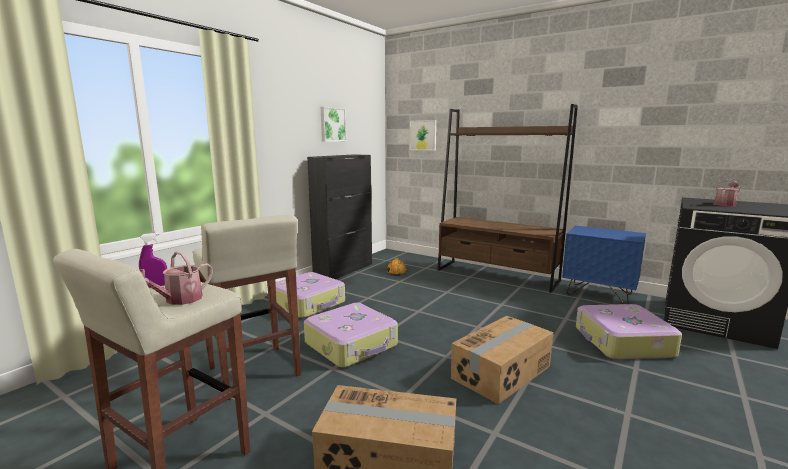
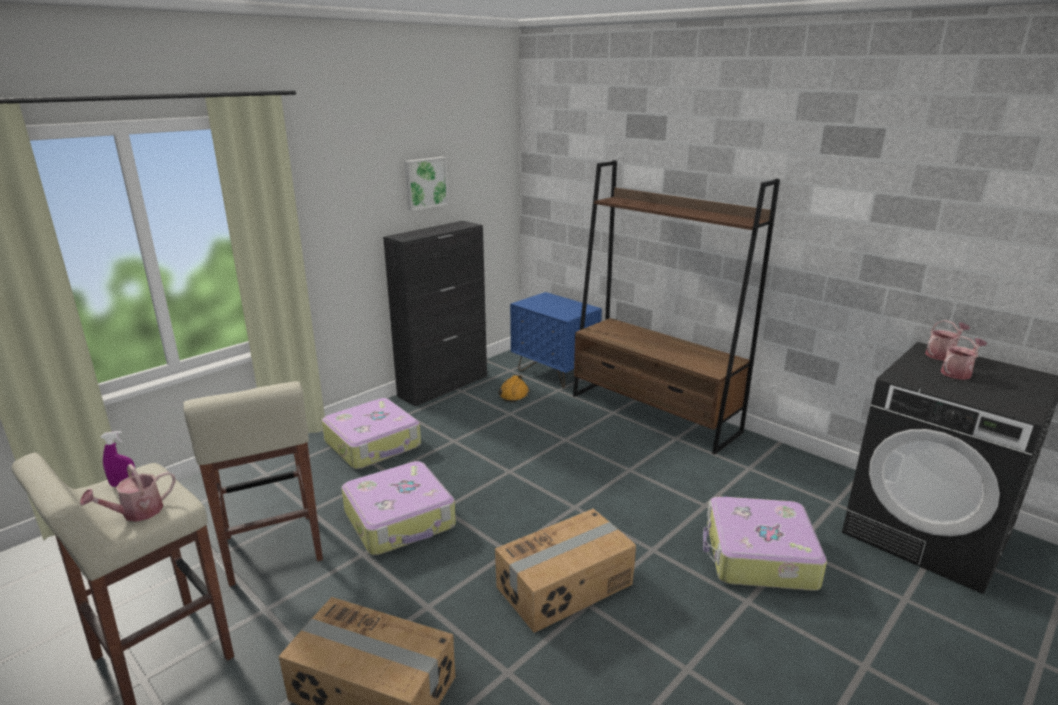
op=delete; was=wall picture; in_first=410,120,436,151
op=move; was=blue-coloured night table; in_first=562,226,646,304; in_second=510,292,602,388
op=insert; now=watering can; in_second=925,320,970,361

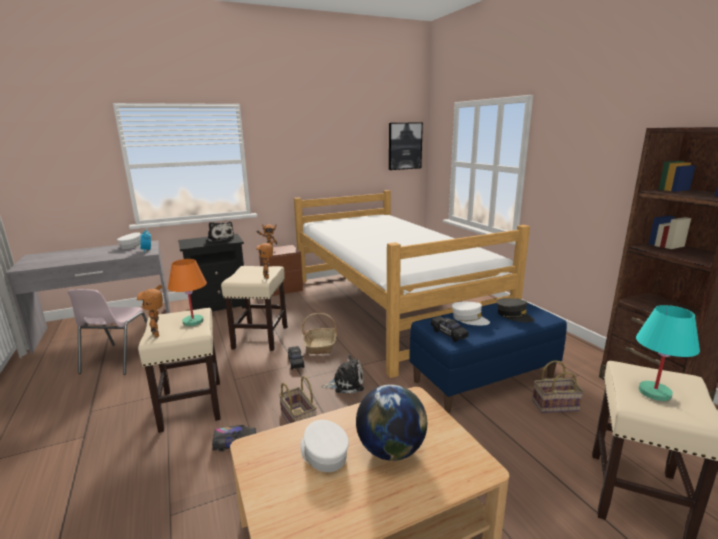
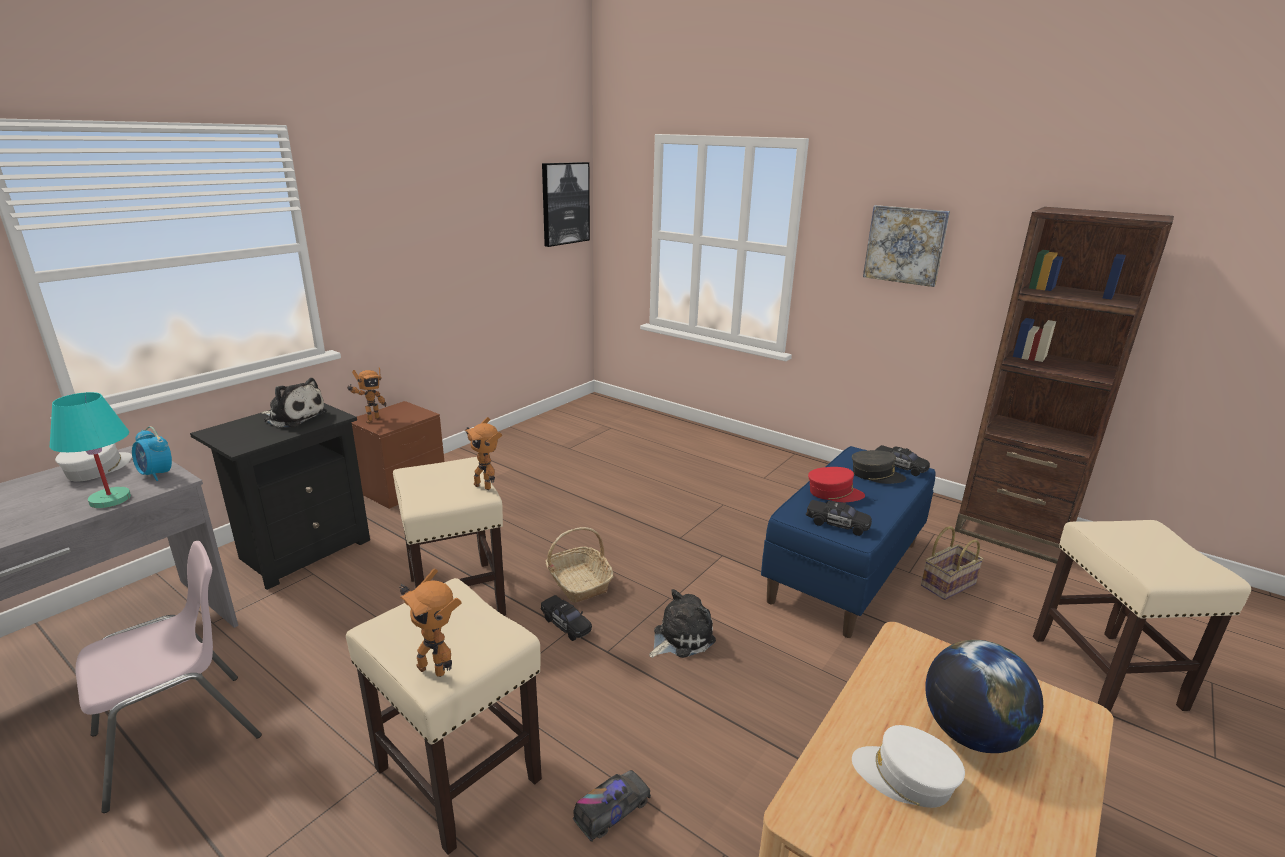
op=rotate; was=pink plain chair; in_first=68,289,147,375; in_second=76,541,262,813; clockwise=-105
op=delete; was=orangey lamp for a table; in_first=168,259,207,326
op=delete; was=basket; in_first=279,376,317,424
op=delete; was=bedroom bed; in_first=294,190,530,378
op=recolor; was=white cap; now=red-coloured cap; in_first=452,302,490,325; in_second=808,467,865,502
op=move; was=turquoise lamp for a table; in_first=636,305,700,401; in_second=50,392,131,508
op=insert; now=wall picture; in_second=863,205,950,287
op=insert; now=black-coloured miniature car; in_second=875,445,930,476

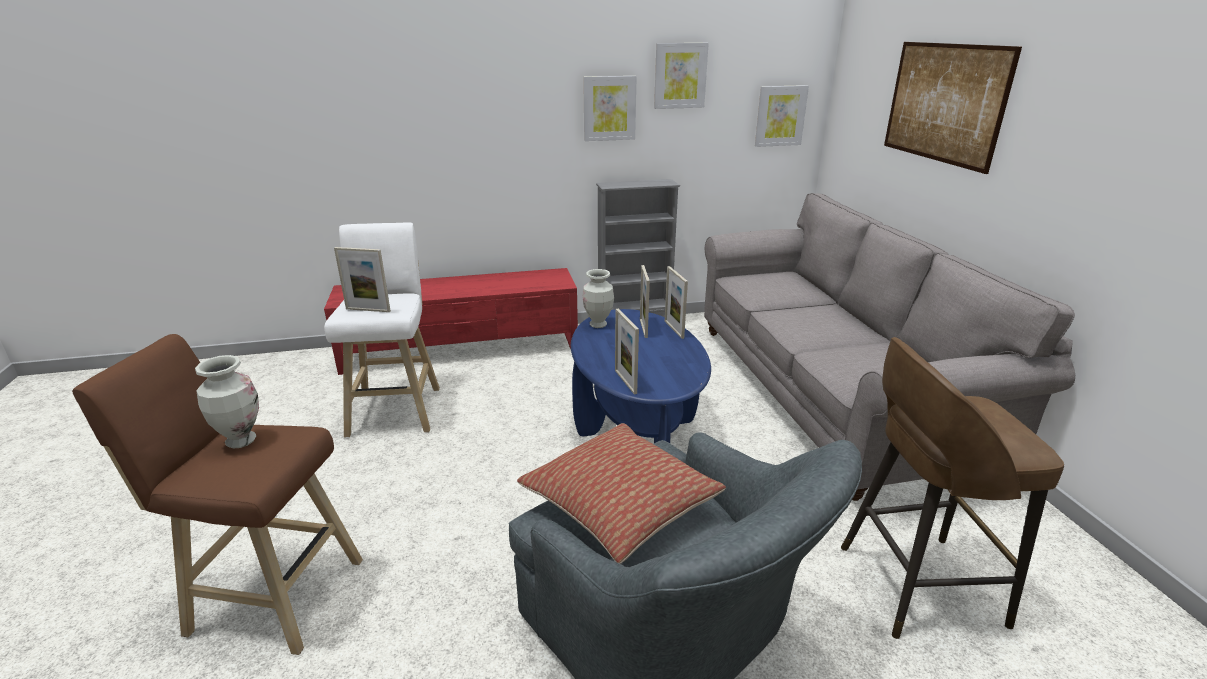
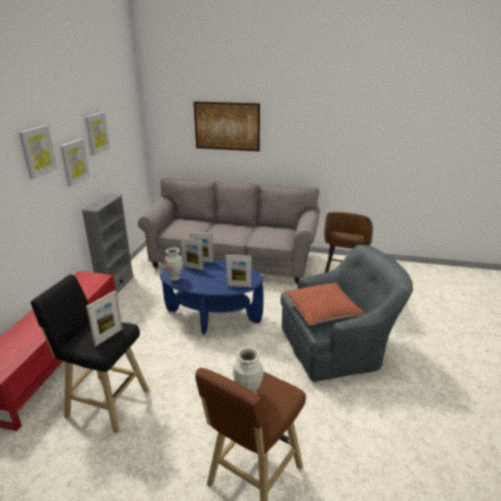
op=recolor; was=white stool seat; now=black-coloured stool seat; in_first=324,223,440,437; in_second=31,275,149,434
op=move; was=wall picture; in_first=755,85,809,147; in_second=19,125,57,179

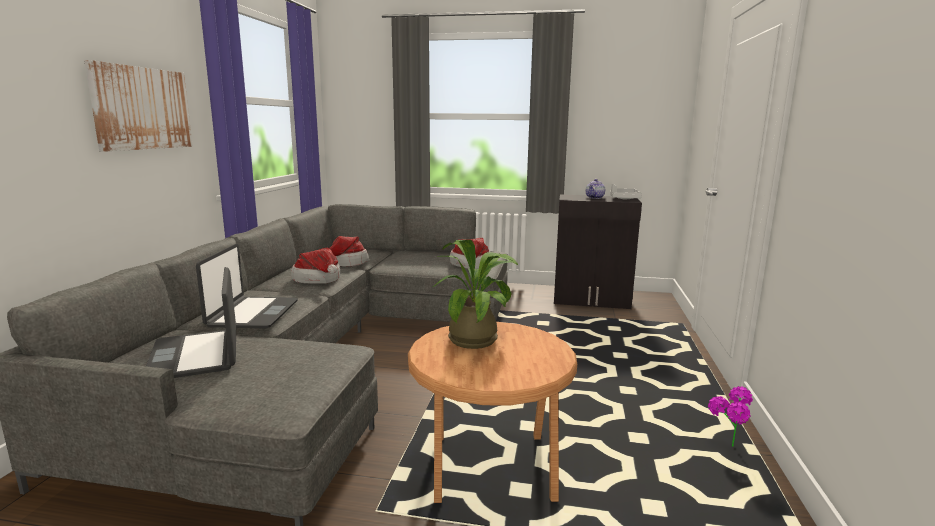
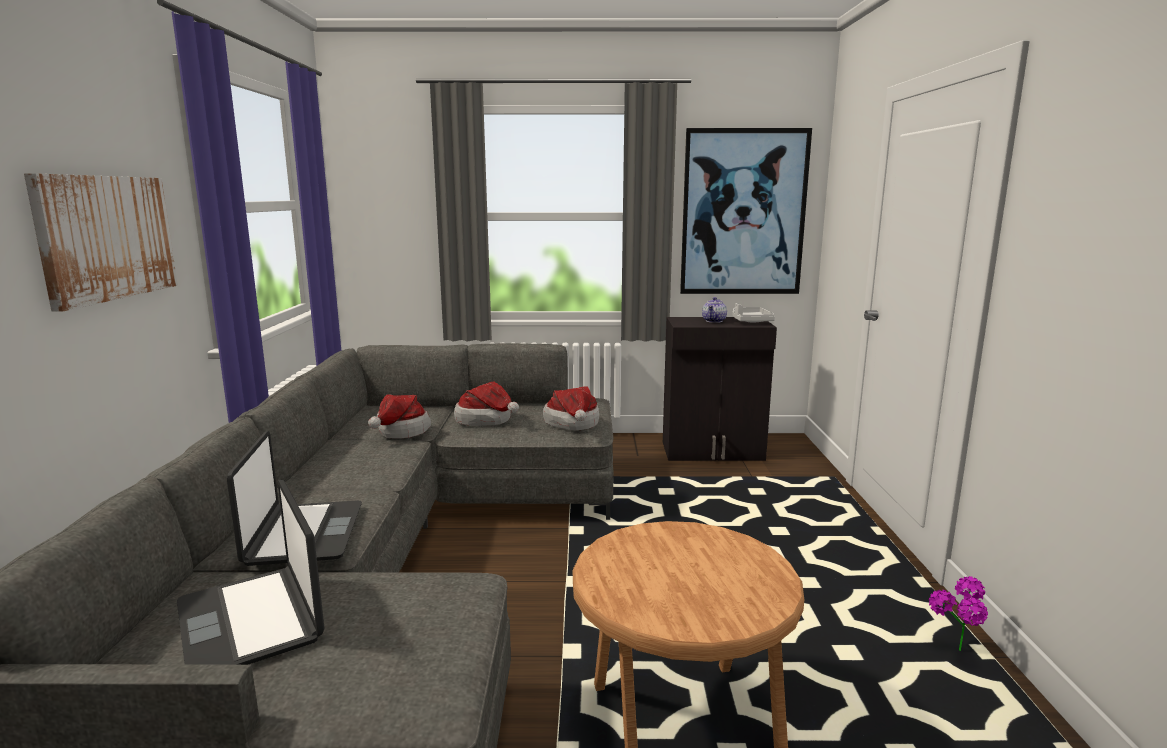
op=move; was=hat; in_first=291,248,340,284; in_second=454,381,519,426
op=delete; was=plant in a pot; in_first=433,240,518,349
op=insert; now=wall picture; in_second=680,128,812,294

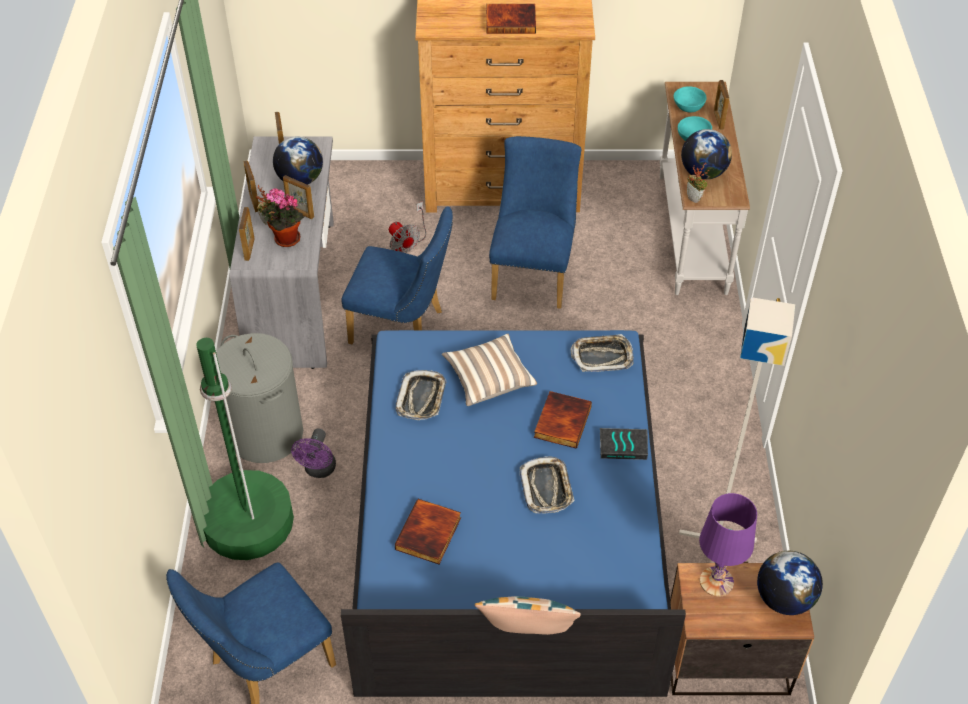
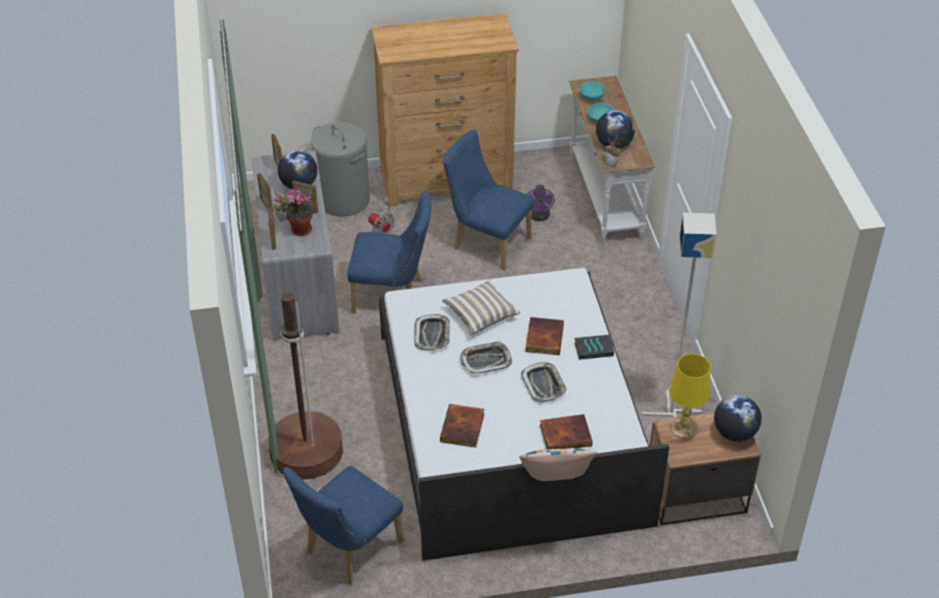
op=recolor; was=green-coloured standing lamp; now=brown standing lamp; in_first=196,338,294,560; in_second=268,292,343,480
op=move; was=gray hamper; in_first=216,333,303,463; in_second=311,122,370,217
op=move; was=purple cooling fan; in_first=291,429,336,478; in_second=527,184,555,221
op=recolor; was=blue-coloured bedroom bed; now=white bedroom bed; in_first=341,330,686,697; in_second=379,268,669,561
op=move; was=bound book; in_first=486,4,536,34; in_second=540,414,593,449
op=rotate; was=blue-coloured plain chair; in_first=489,136,582,309; in_second=443,130,534,270; clockwise=-60
op=move; was=serving tray; in_first=570,334,634,372; in_second=460,341,512,374
op=recolor; was=purple lamp for a table; now=yellowish lamp for a table; in_first=699,493,757,597; in_second=670,354,711,438
op=delete; was=photo frame; in_first=714,80,729,130

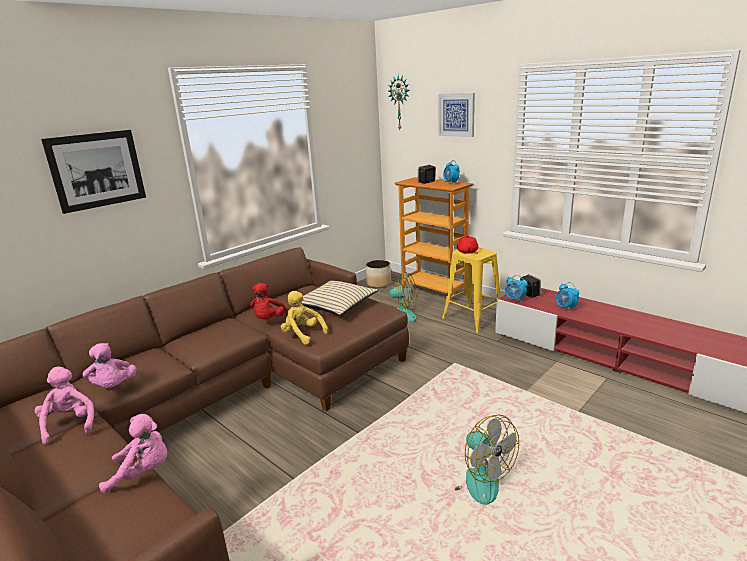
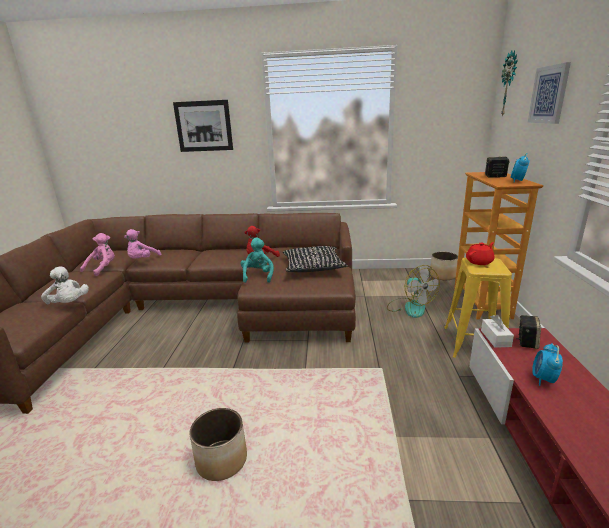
op=recolor; was=pink plush toy; now=white plush toy; in_first=99,414,167,494; in_second=41,266,89,304
op=recolor; was=yellowish plush toy; now=turquoise plush toy; in_first=281,291,328,344; in_second=240,237,274,283
op=recolor; was=sand-coloured pillow; now=black-coloured pillow; in_first=300,281,378,315; in_second=283,246,348,272
op=replace; was=cooling fan; now=flower pot; in_first=454,414,519,505; in_second=190,408,247,481
op=replace; was=alarm clock; now=white box of tissues; in_first=505,275,528,302; in_second=481,315,514,348

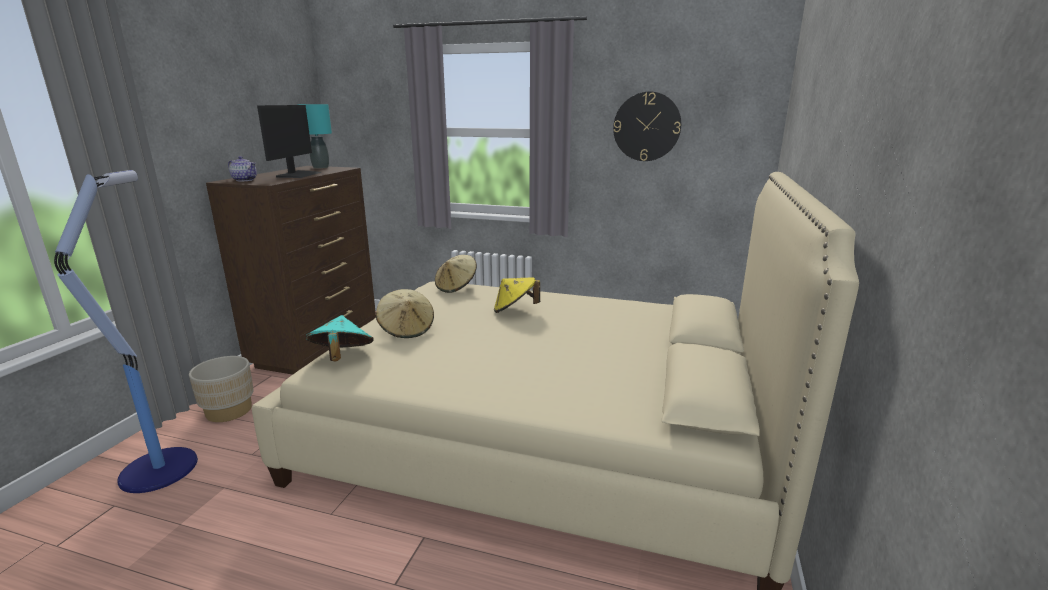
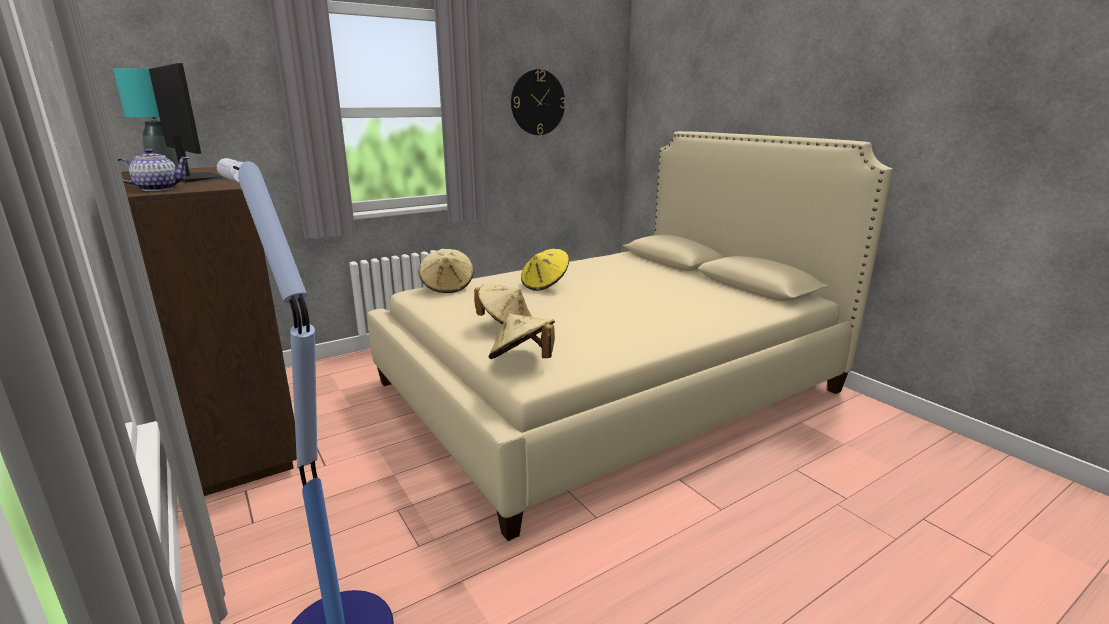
op=delete; was=sand-coloured flower pot; in_first=189,356,254,422
op=recolor; was=turquoise hat; now=sand-coloured hat; in_first=306,315,374,361; in_second=489,314,555,359

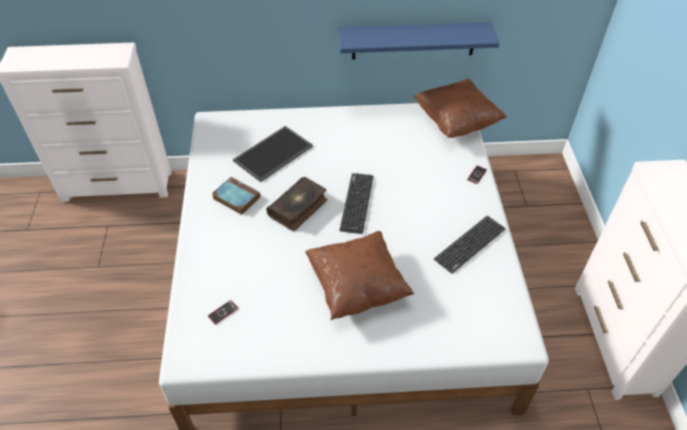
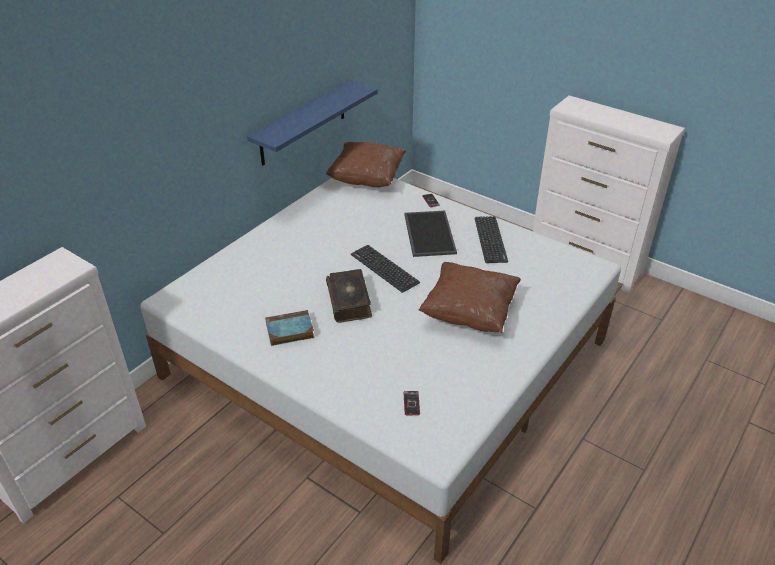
op=move; was=serving tray; in_first=233,126,313,182; in_second=404,211,457,257

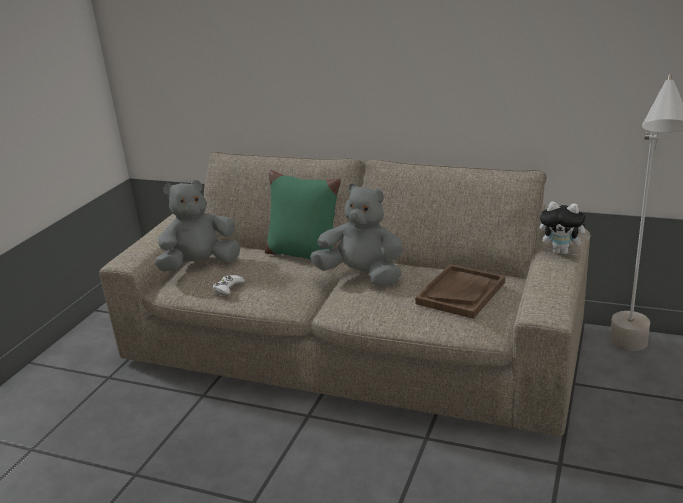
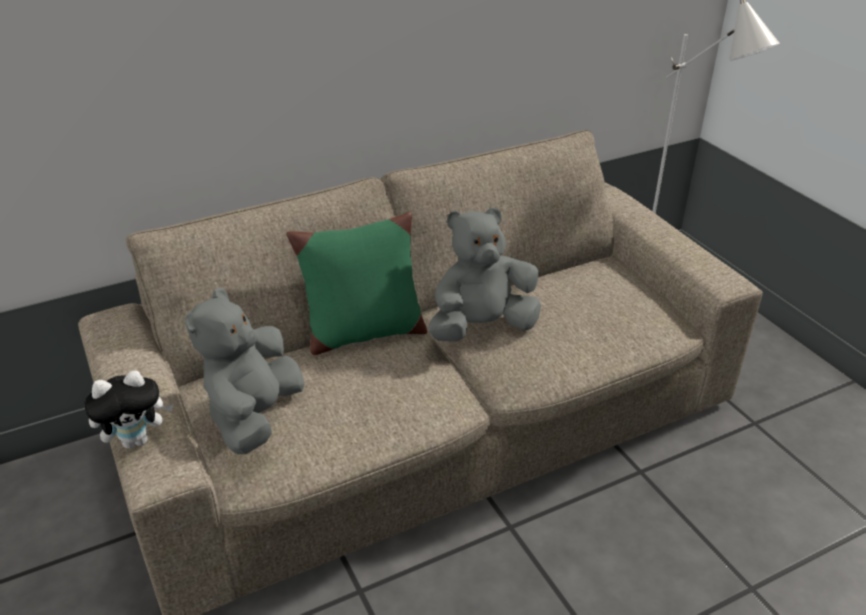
op=delete; was=white game controller; in_first=213,275,245,296
op=delete; was=brown serving tray; in_first=415,264,505,319
op=move; was=plush toy; in_first=540,201,591,254; in_second=84,370,174,449

